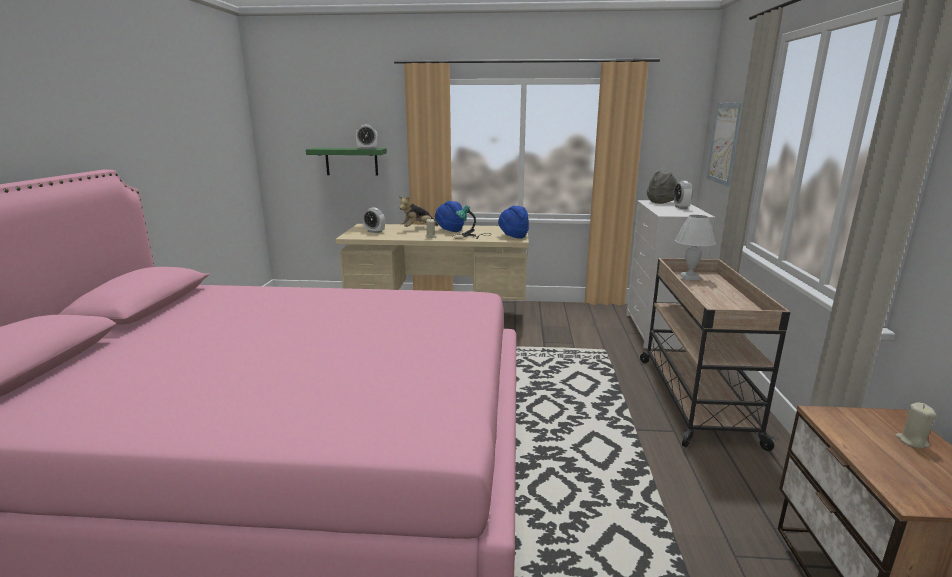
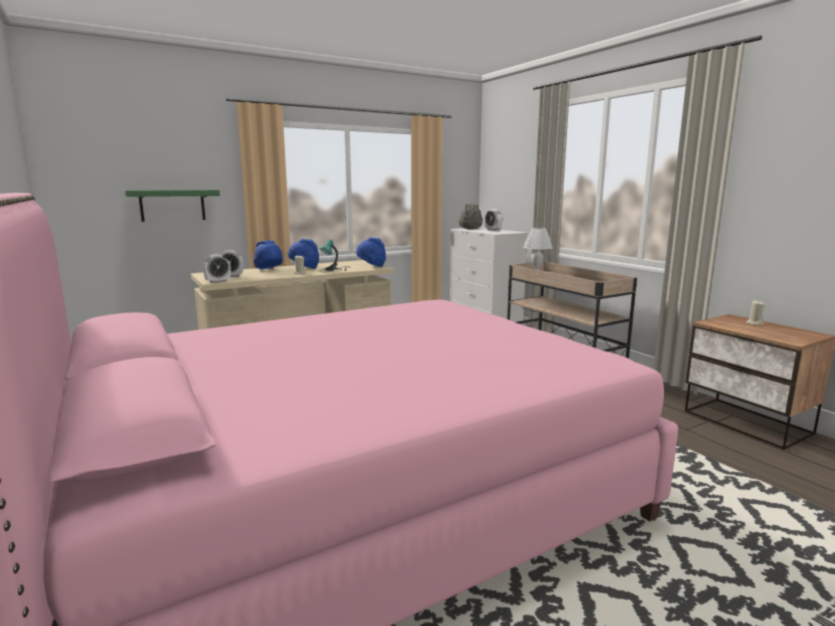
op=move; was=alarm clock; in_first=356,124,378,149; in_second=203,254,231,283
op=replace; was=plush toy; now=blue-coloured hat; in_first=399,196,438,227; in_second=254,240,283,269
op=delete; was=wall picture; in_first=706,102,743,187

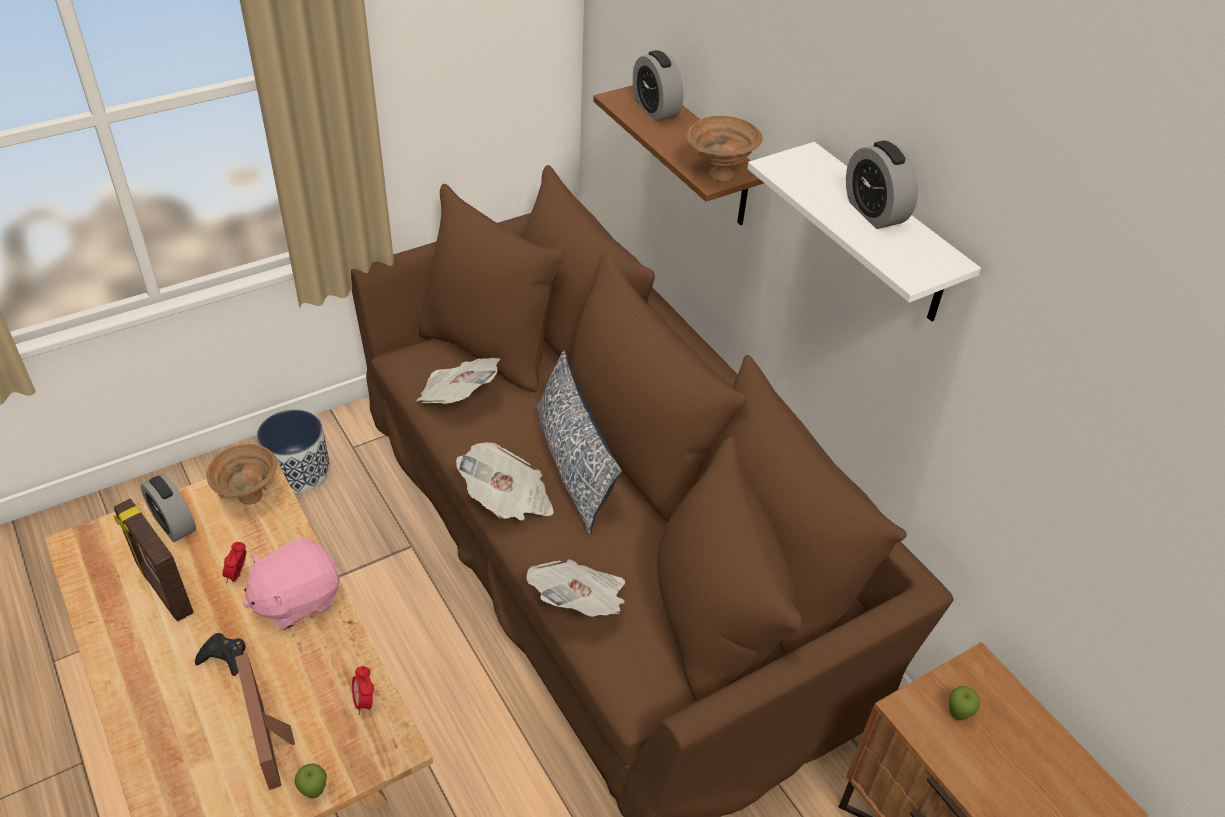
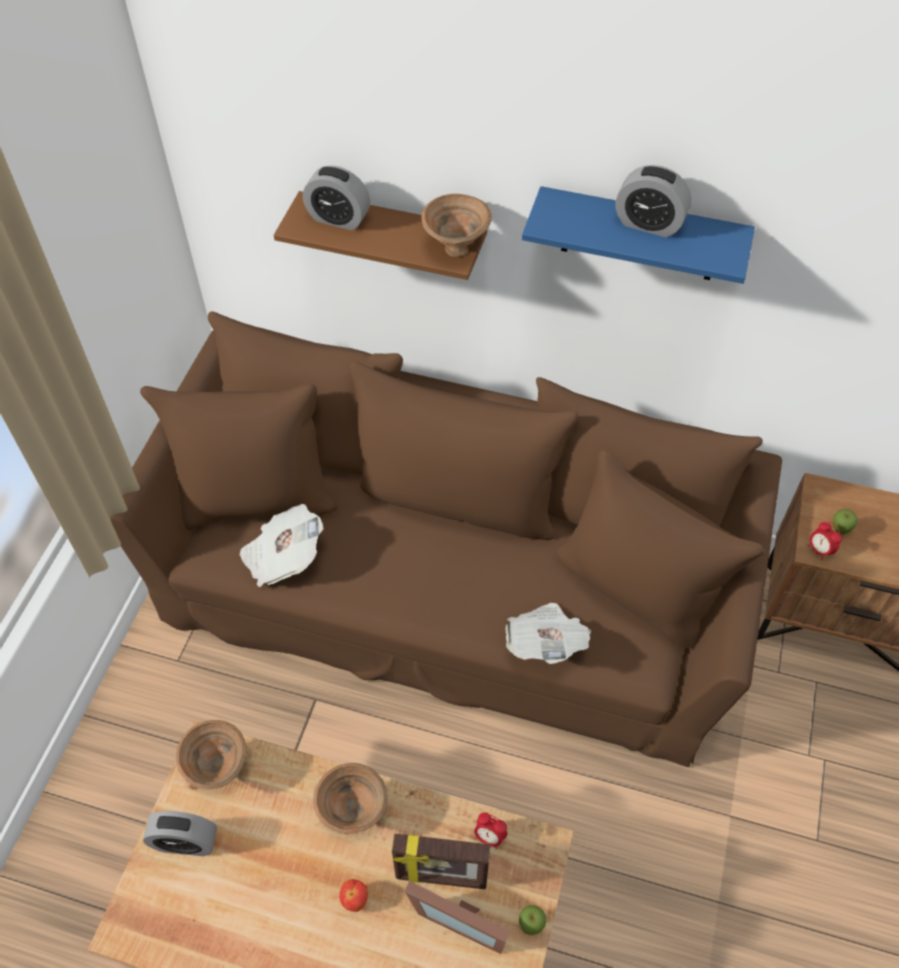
op=move; was=photo frame; in_first=114,499,194,621; in_second=392,834,490,889
op=replace; was=black-coloured game controller; now=apple; in_first=195,633,246,676; in_second=339,879,368,912
op=move; was=alarm clock; in_first=222,542,246,583; in_second=807,522,842,560
op=replace; was=pink plush toy; now=brown deep dish; in_first=243,538,340,630; in_second=313,763,388,834
op=delete; was=flower pot; in_first=256,409,330,493
op=delete; was=daily paper; in_first=456,442,554,520
op=delete; was=pillow; in_first=535,350,622,534
op=recolor; was=white shelf; now=blue-coloured shelf; in_first=747,142,981,321; in_second=522,186,755,284

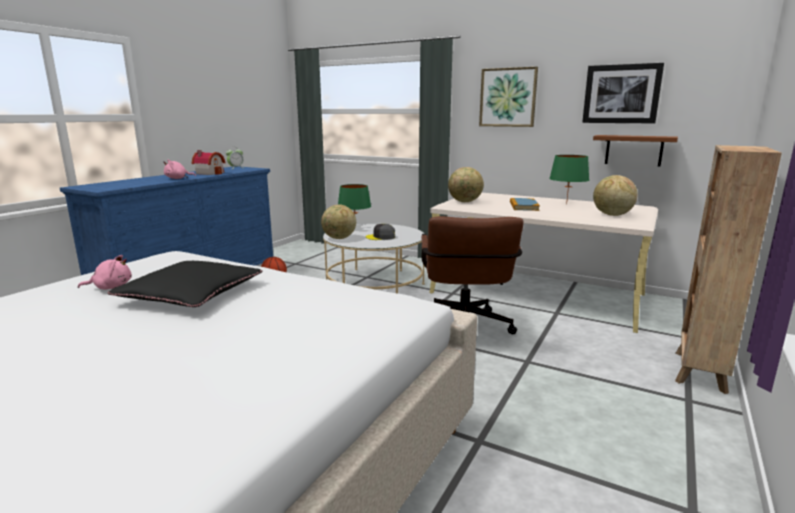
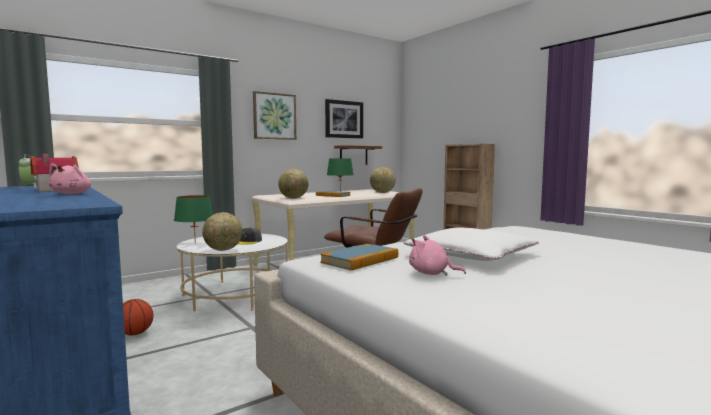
op=rotate; was=pink plush toy; in_first=78,255,132,290; in_second=409,235,466,276; clockwise=-75
op=recolor; was=black-coloured pillow; now=white pillow; in_first=107,261,263,307; in_second=403,228,539,261
op=insert; now=bound book; in_second=320,244,398,270

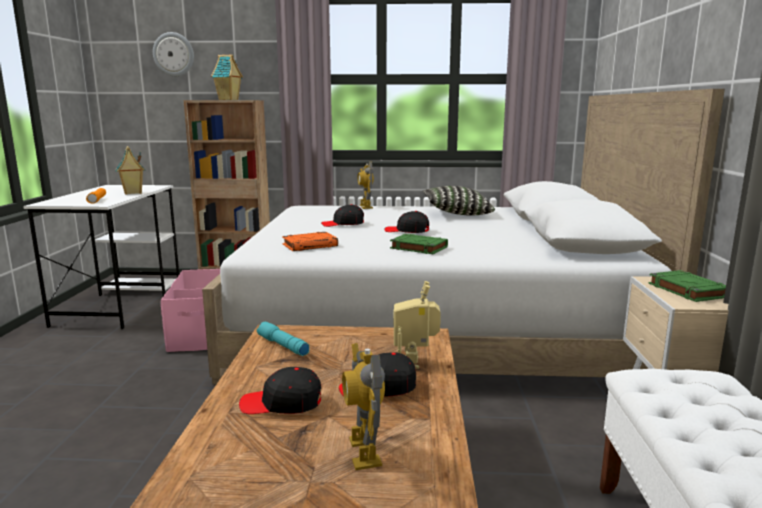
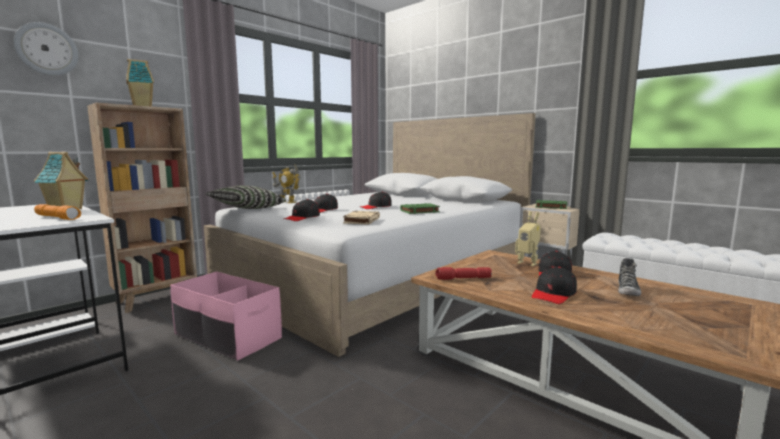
op=recolor; was=turquoise hand torch; now=red-coloured hand torch; in_first=257,322,309,356; in_second=435,267,492,280
op=recolor; was=orangey bound book; now=sand-coloured bound book; in_first=282,232,338,251; in_second=343,211,380,225
op=replace; was=toy robot; now=shoe; in_first=342,343,385,470; in_second=618,258,641,296
op=move; was=pillow; in_first=422,186,495,216; in_second=205,185,286,209
op=insert; now=black-coloured cap; in_second=284,199,320,221

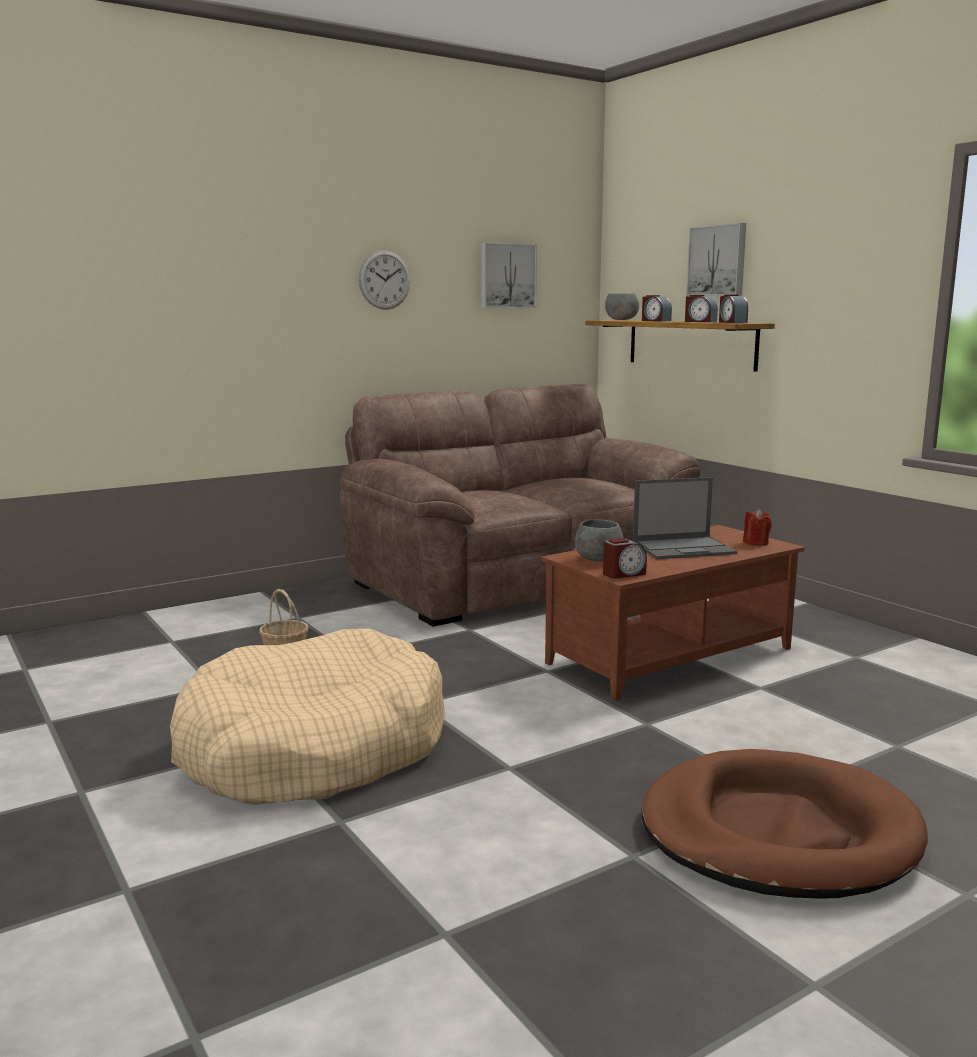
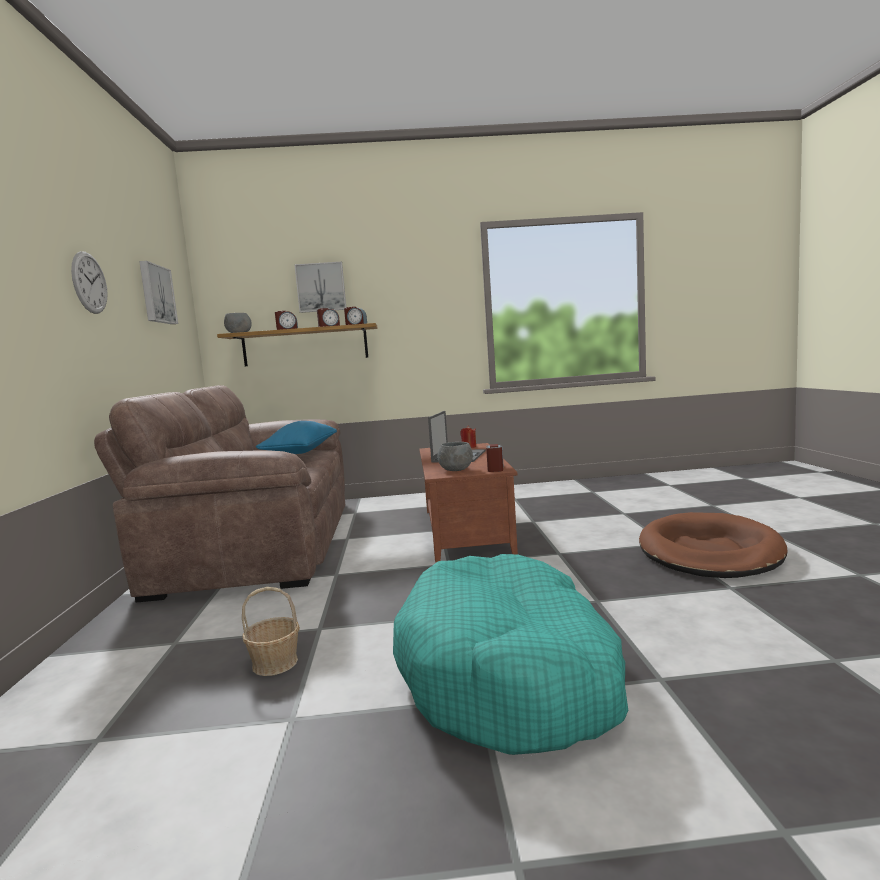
op=recolor; was=sand-coloured dog cushion; now=turquoise dog cushion; in_first=170,629,446,805; in_second=393,554,628,755
op=insert; now=blue-coloured pillow; in_second=256,421,337,454

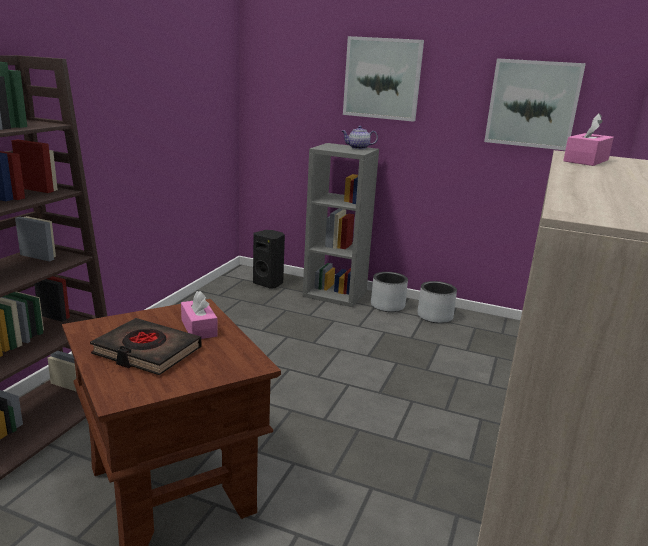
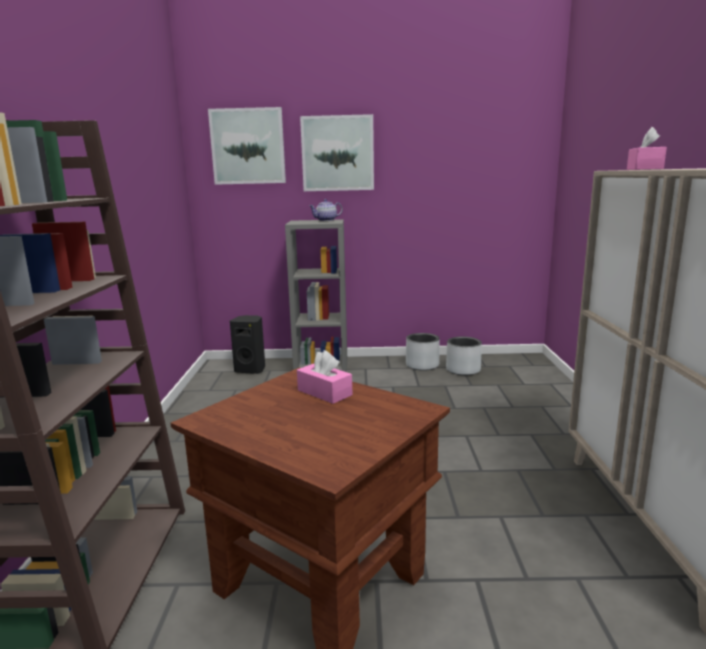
op=delete; was=black-coloured bound book; in_first=90,318,201,375
op=move; was=gray flower pot; in_first=371,272,408,312; in_second=446,337,482,375
op=move; was=wall picture; in_first=484,58,586,150; in_second=208,107,286,185

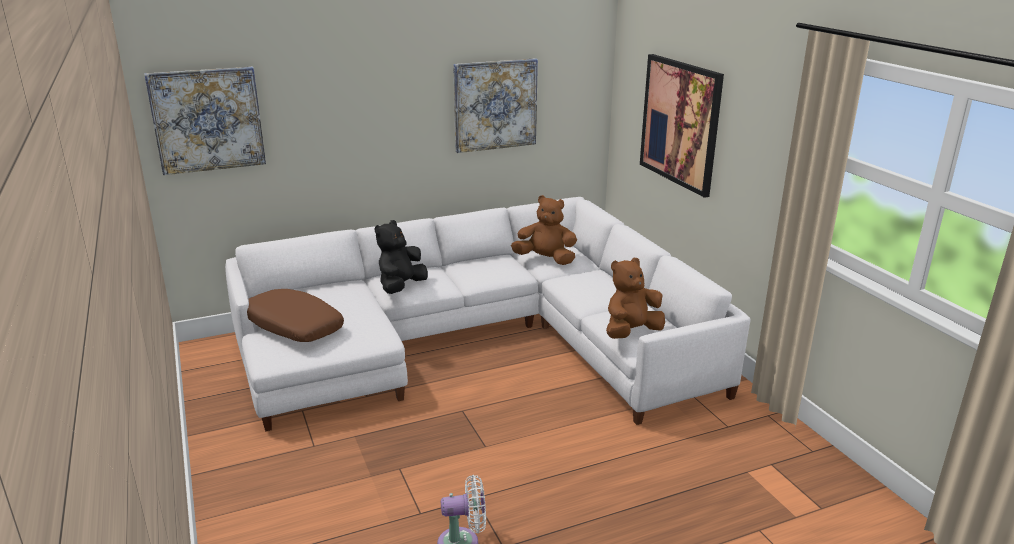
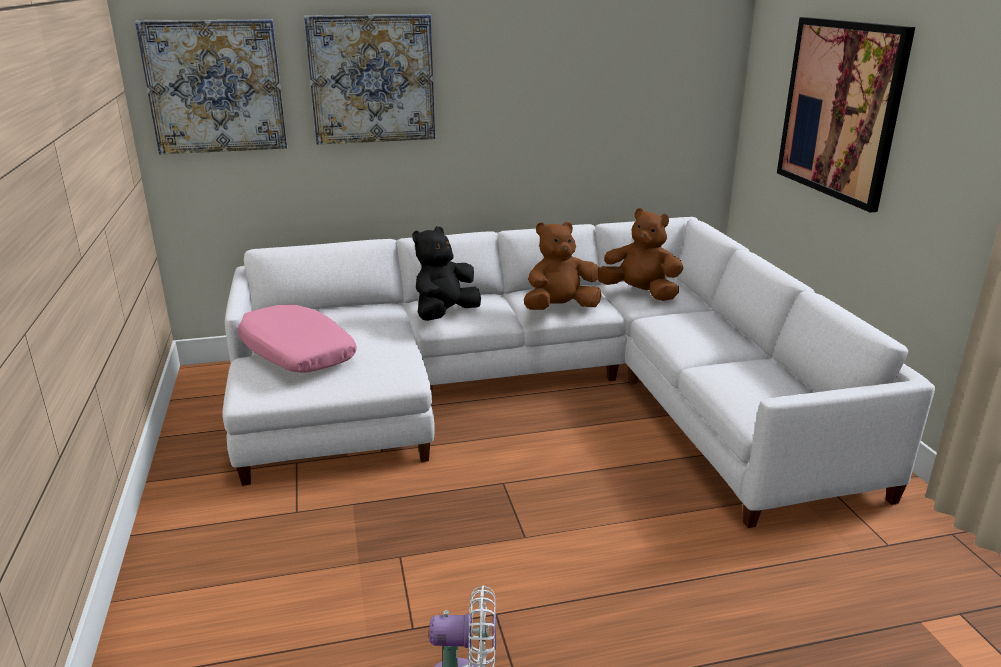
op=recolor; was=brown pillow; now=pink pillow; in_first=247,289,344,342; in_second=238,305,357,373
op=move; was=wall picture; in_first=453,58,538,153; in_second=304,14,435,144
op=move; was=brown plush toy; in_first=606,258,665,339; in_second=524,221,601,310

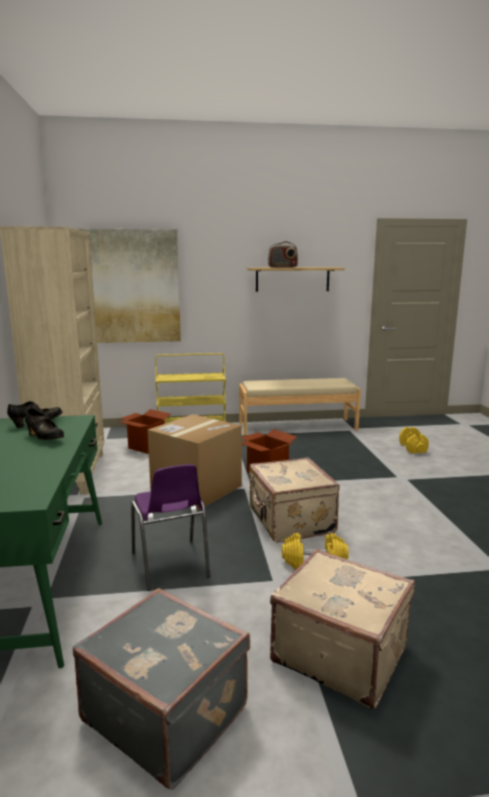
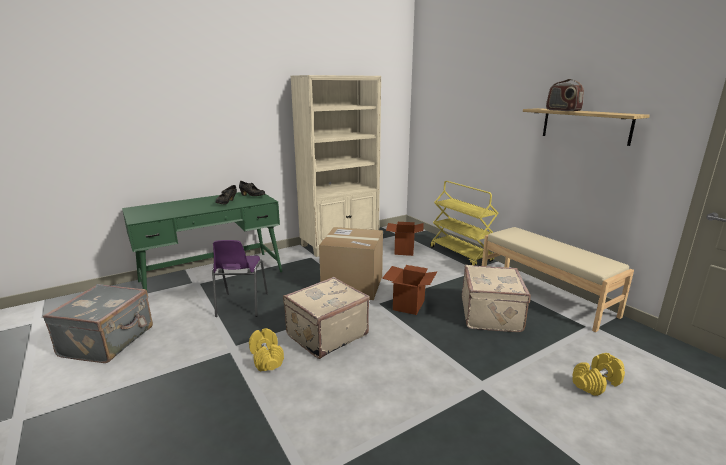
op=delete; was=wall picture; in_first=78,229,181,343
op=rotate; was=purple plain chair; in_first=131,464,210,591; in_second=212,240,268,317; clockwise=-45
op=move; was=sand-coloured suitcase; in_first=270,549,415,709; in_second=462,265,531,332

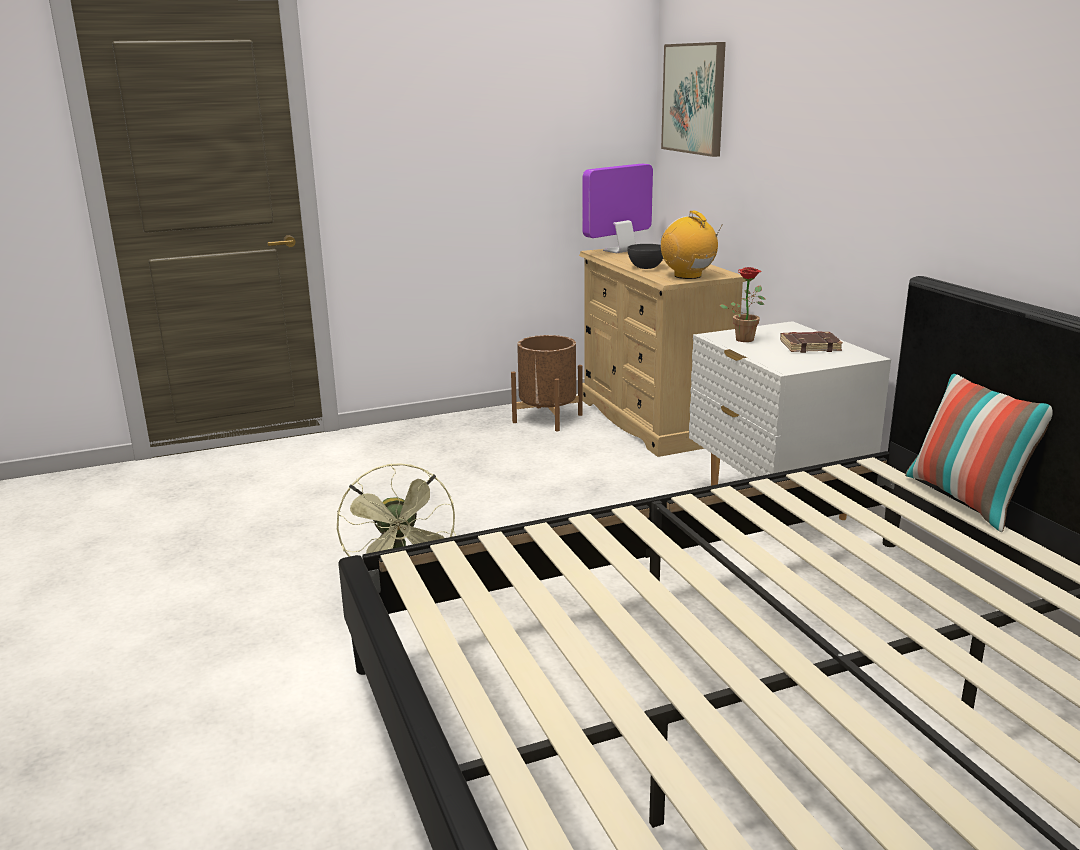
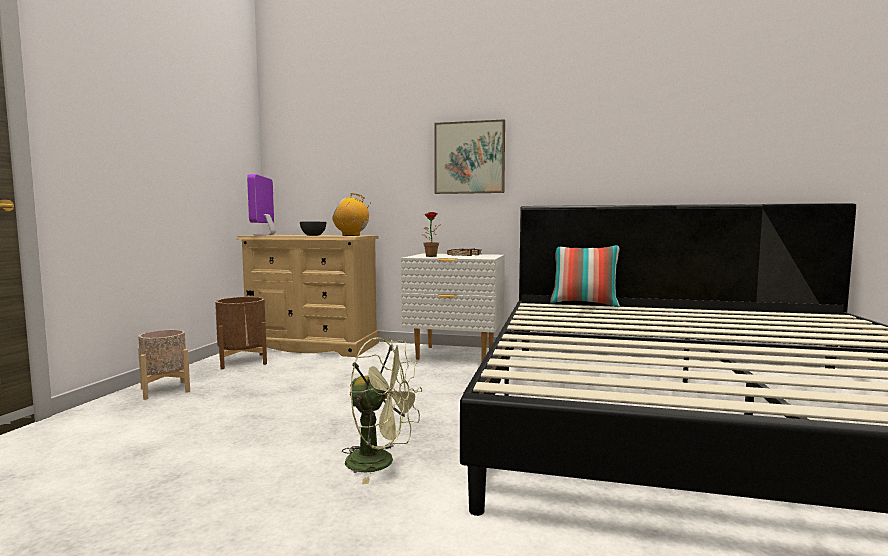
op=move; was=wall picture; in_first=661,42,726,157; in_second=434,119,505,194
op=insert; now=sand-coloured flower pot; in_second=138,330,190,400

